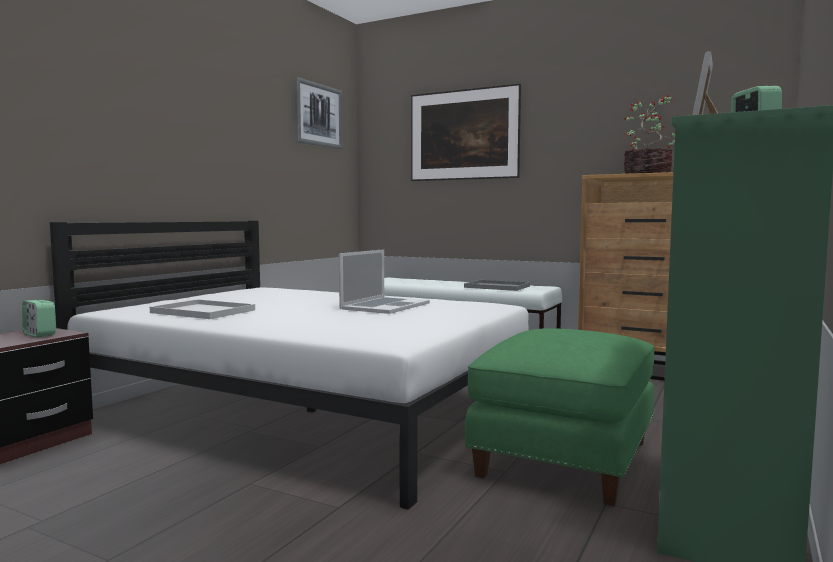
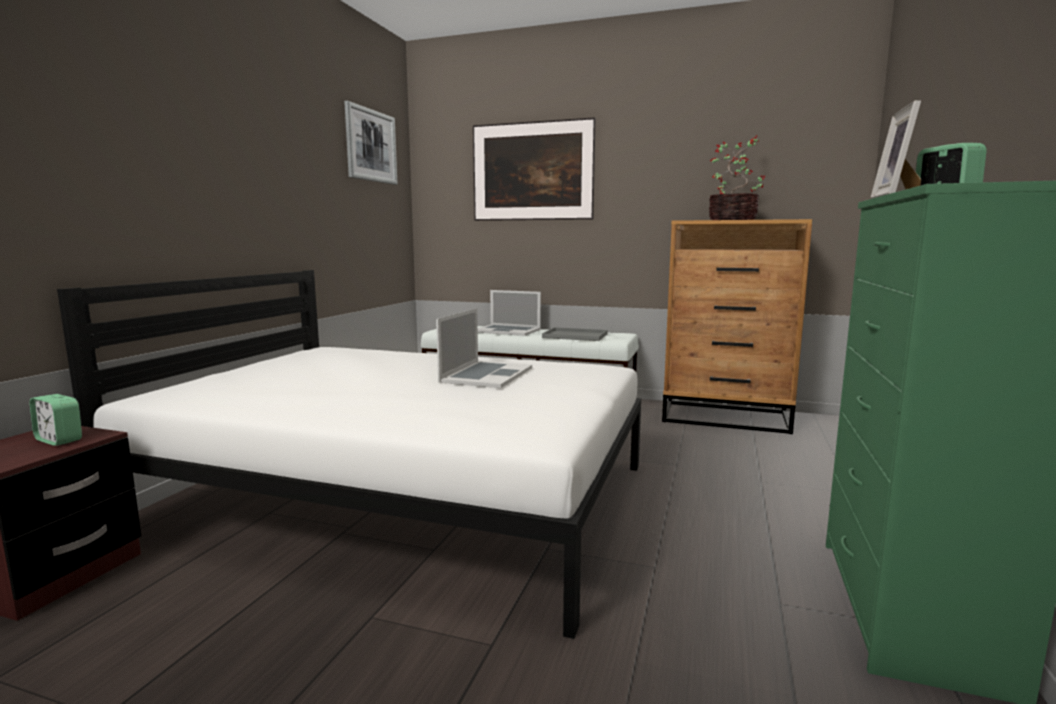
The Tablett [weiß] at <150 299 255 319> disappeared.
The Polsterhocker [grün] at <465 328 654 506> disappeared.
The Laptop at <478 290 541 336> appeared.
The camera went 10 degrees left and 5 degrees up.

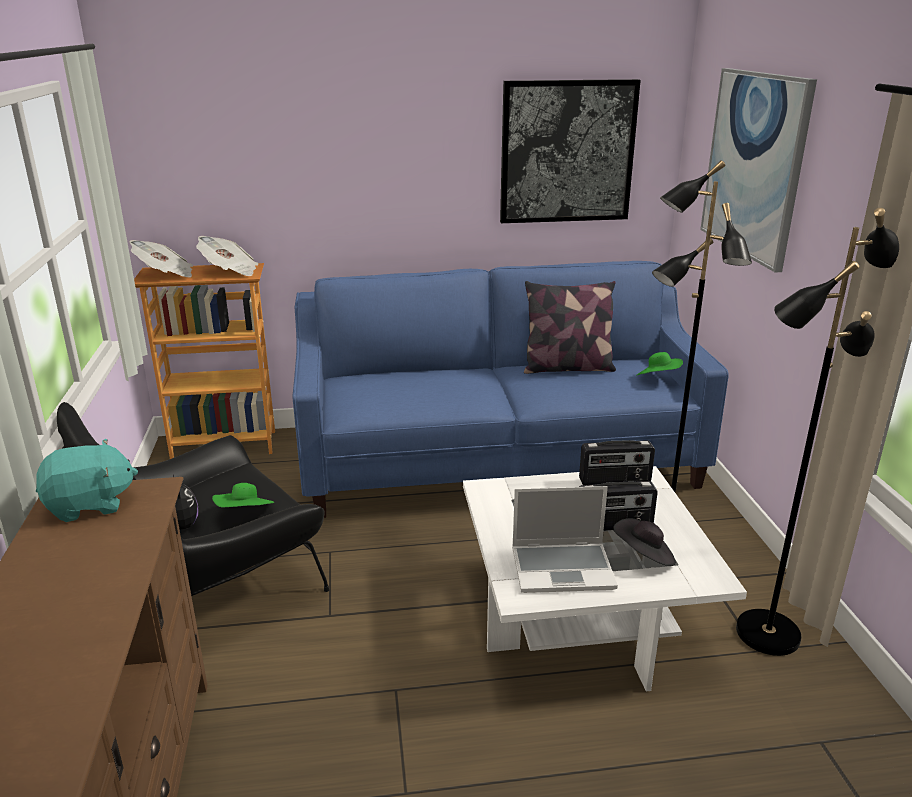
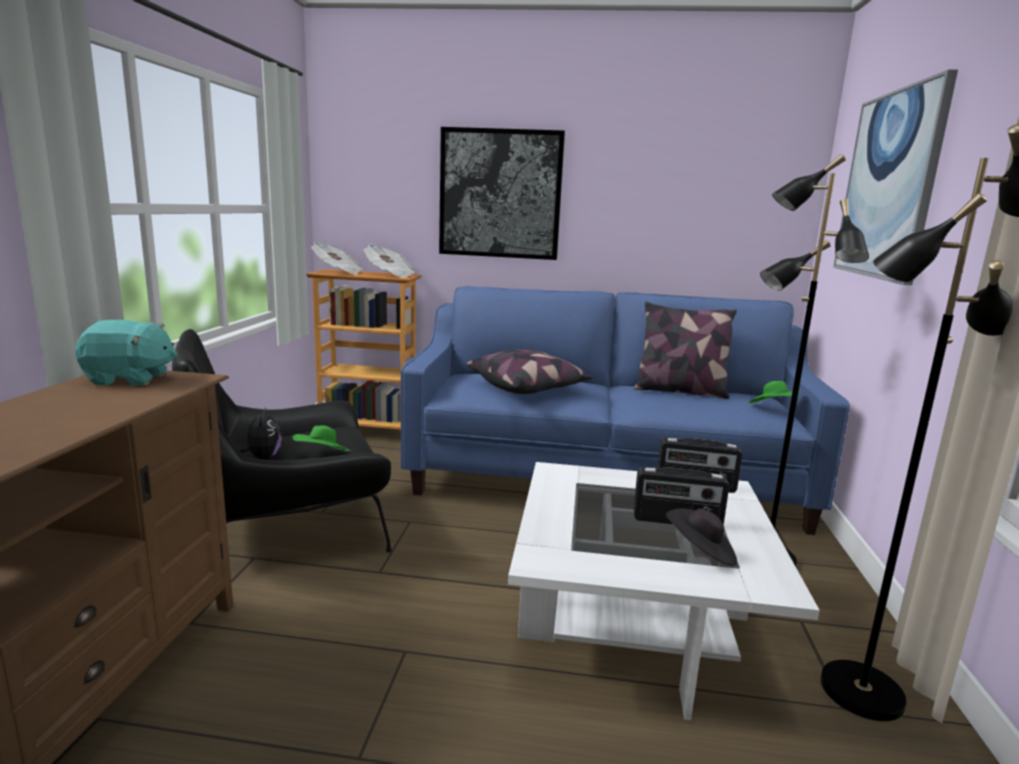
The Bild moved from <500 79 641 223> to <439 127 565 260>.
The Laptop at <512 486 618 593> disappeared.
The Kissen at <467 349 593 394> appeared.
The camera went 15 degrees right and 10 degrees down.

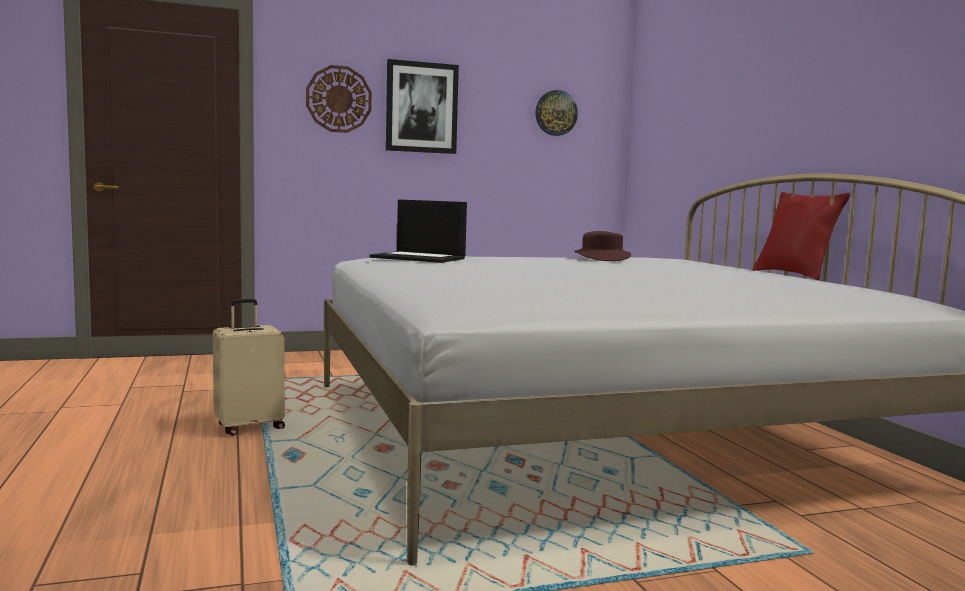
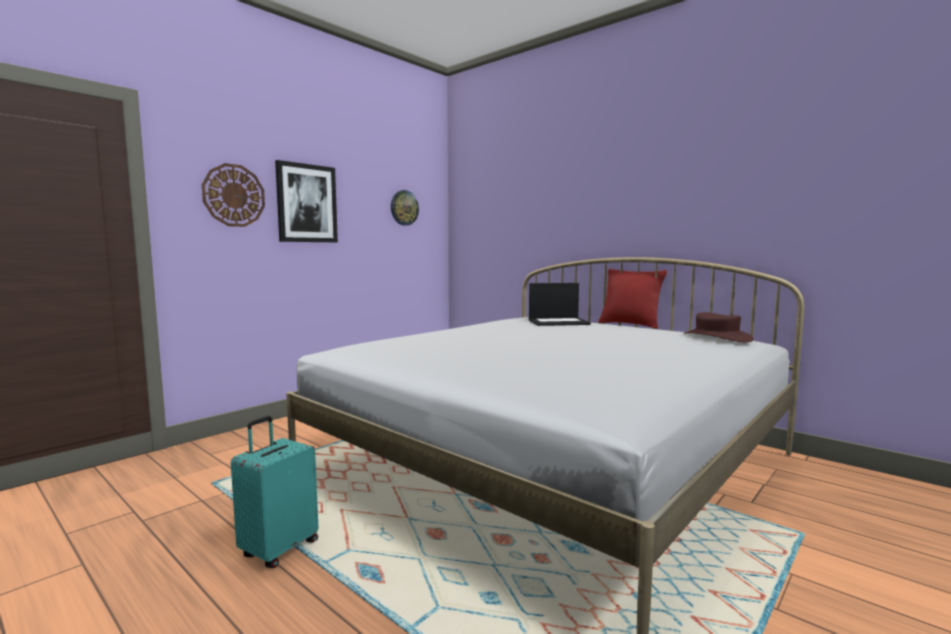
The Laptop moved from <370 199 467 263> to <529 283 591 326>.
The Hut [braun] moved from <575 231 631 261> to <684 312 754 342>.
The Koffer [beige] at <213 299 285 436> became the Koffer [türkis] at <231 416 318 568>.
The camera went 30 degrees left and 0 degrees up.

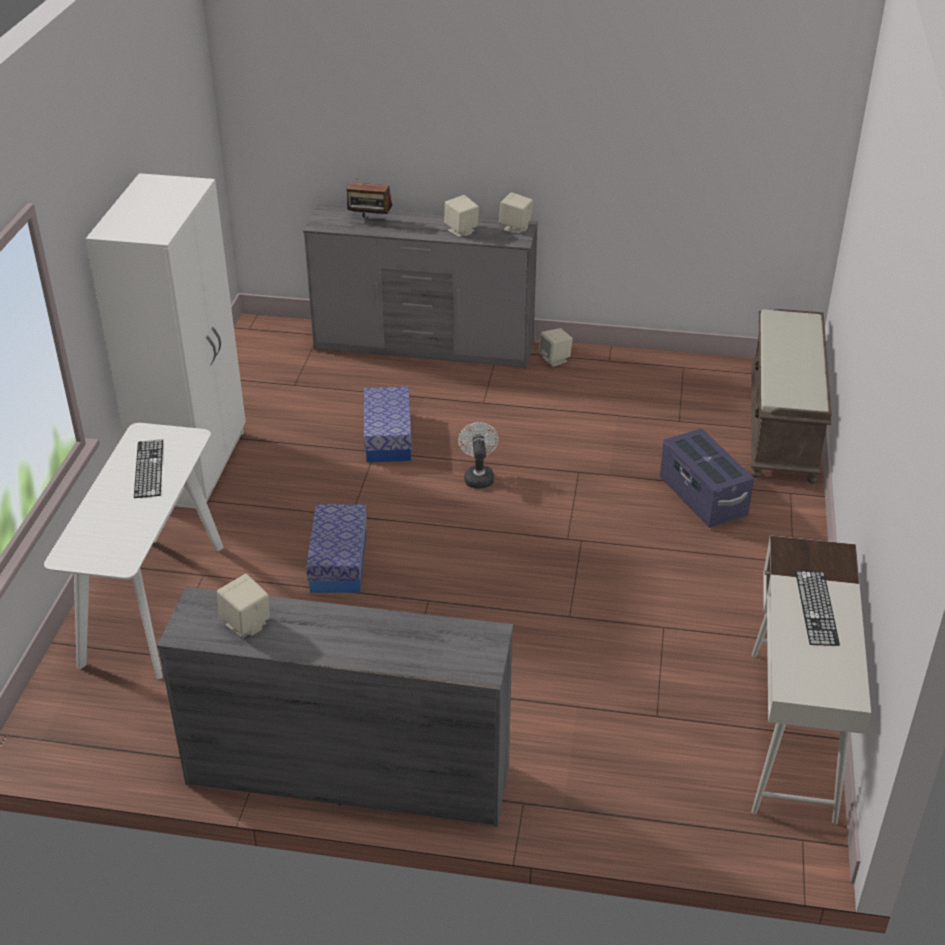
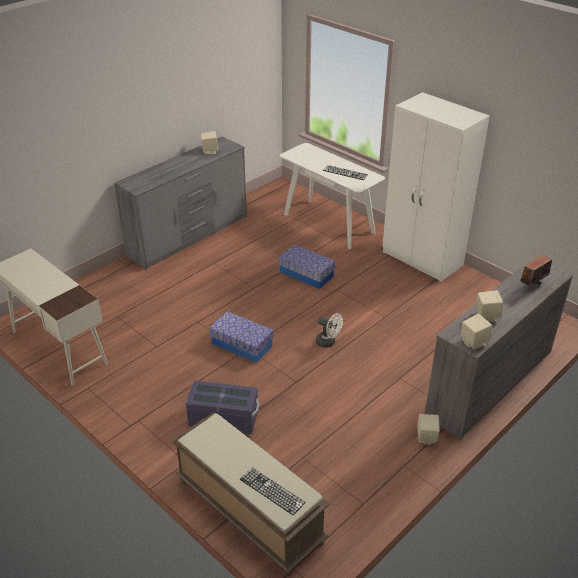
The Aufbewahrungsbox moved from <364 386 412 463> to <209 311 274 363>.
The Tastatur moved from <796 571 840 646> to <240 467 305 516>.
The camera went 125 degrees right and 0 degrees up.

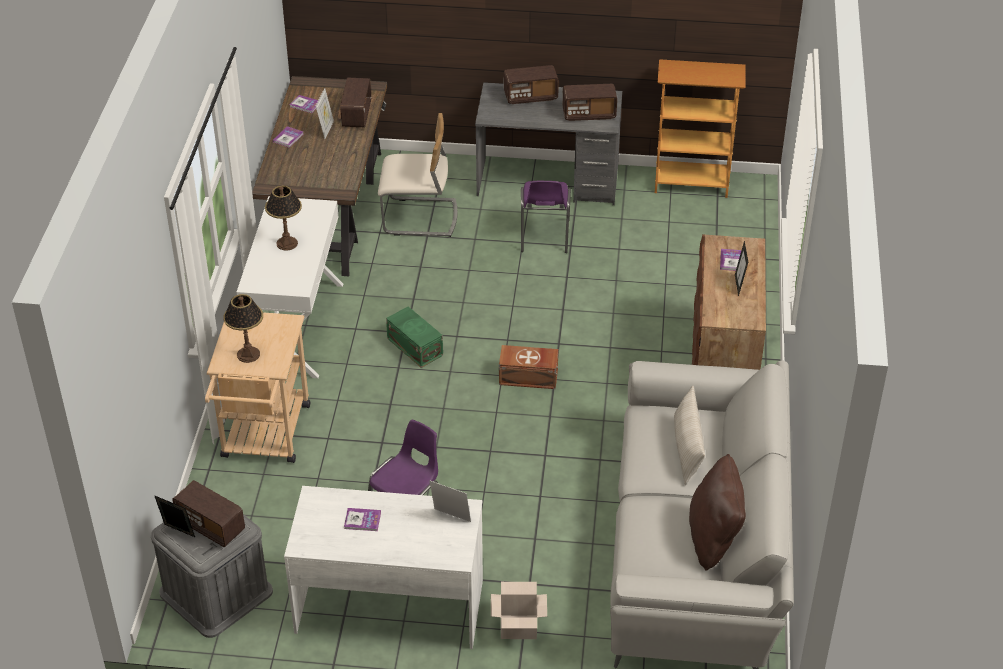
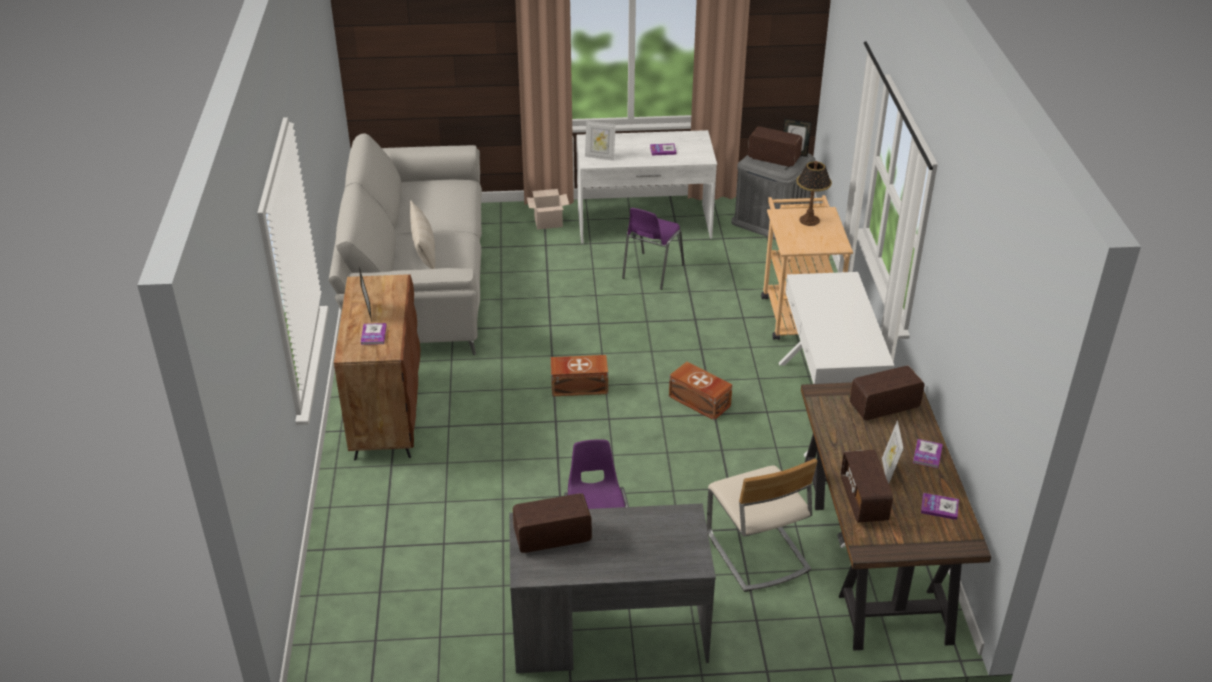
The Bücherregal at <655 59 746 198> disappeared.
The Radio moved from <504 65 559 104> to <850 365 925 420>.
The Stuhl [beige] at <378 113 457 237> turned 105 degrees counterclockwise.
The Tischlampe at <265 186 302 251> disappeared.
The Aufbewahrungsbox [grün] at <386 306 443 368> became the Aufbewahrungsbox [braun] at <669 362 733 420>.
The Kissen [braun] at <689 454 746 571> disappeared.
The camera went 170 degrees right and 5 degrees down.

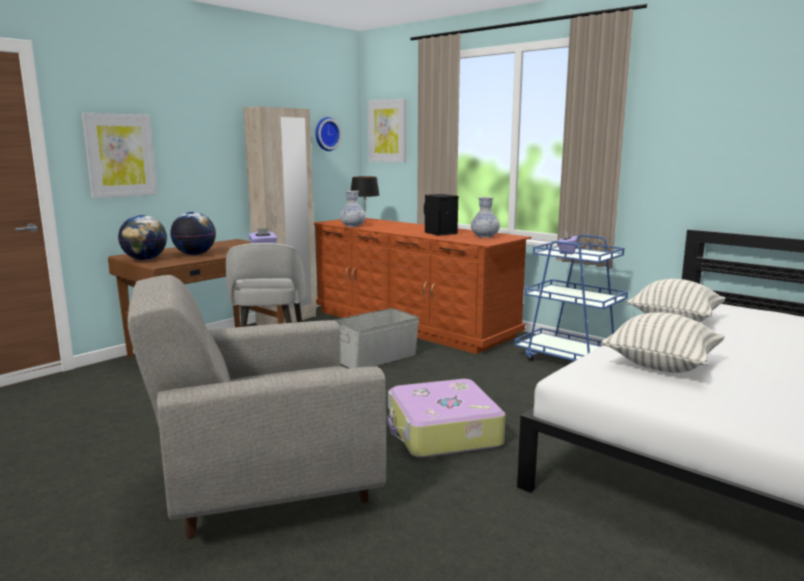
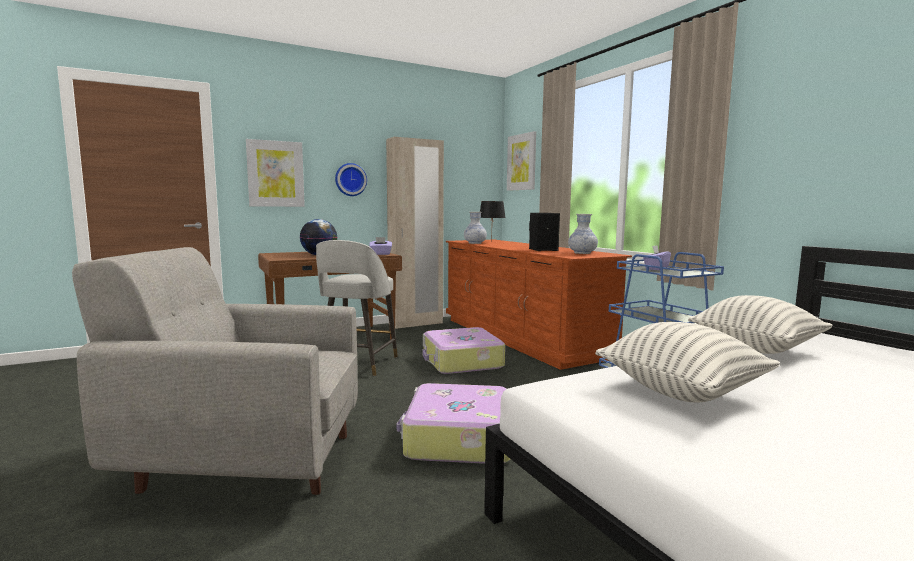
The Wanduhr moved from <315 117 342 151> to <335 163 367 196>.
The Globus at <118 215 167 260> disappeared.
The Aufbewahrungsbox [grau] at <335 308 419 368> was replaced by the Koffer at <422 327 505 374>.
The camera went 20 degrees right and 5 degrees down.

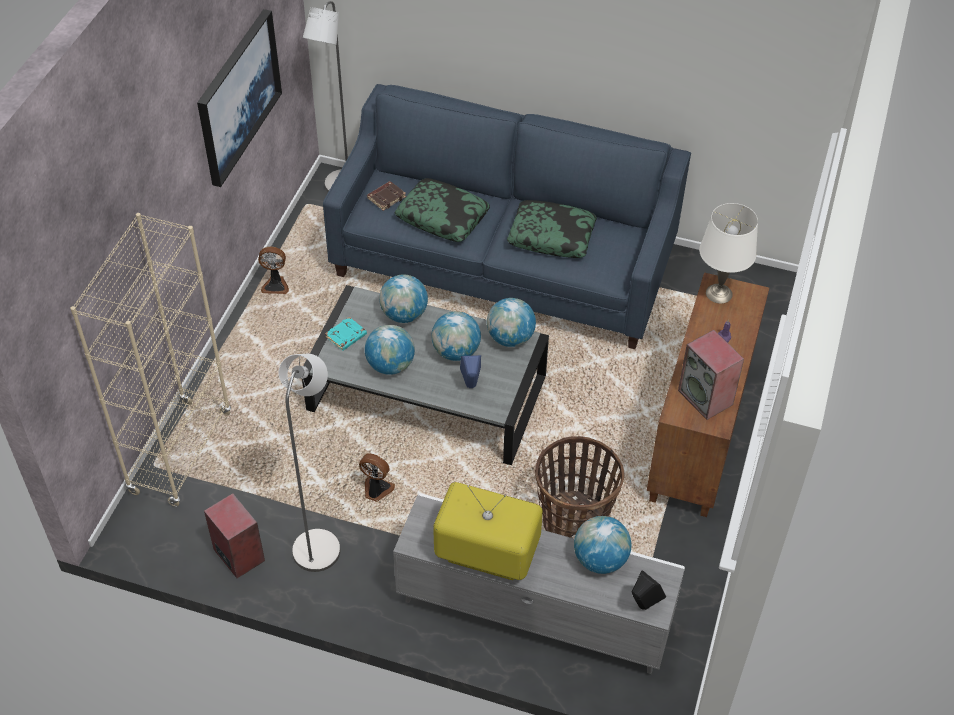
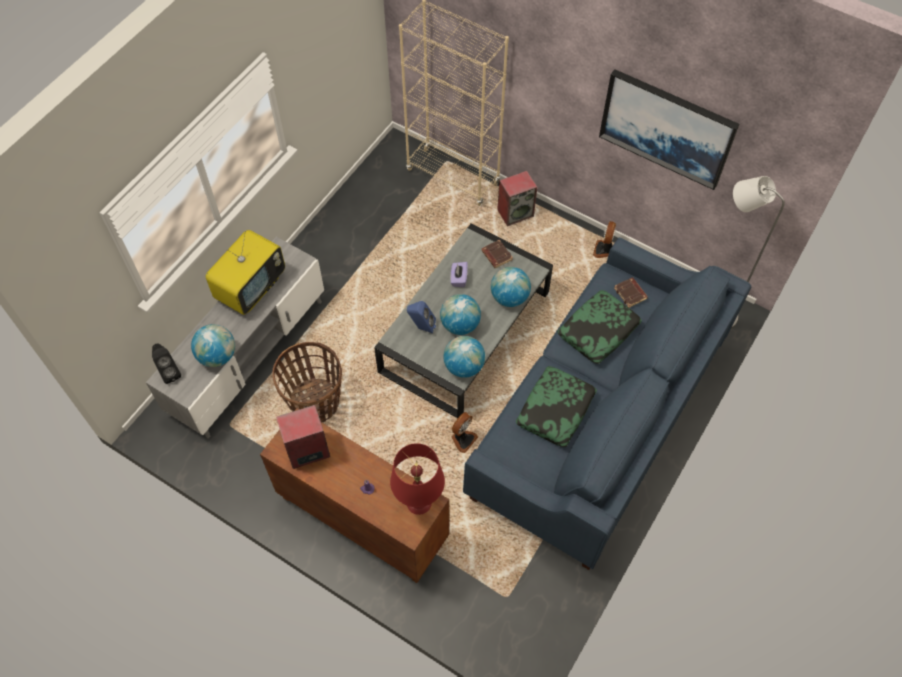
The Tischlampe [weiß] at <699 203 758 304> became the Tischlampe [rot] at <390 443 445 515>.
The Buch [türkis] at <325 317 367 351> became the Buch [braun] at <482 240 513 268>.
The Globus at <365 325 415 375> was replaced by the Taschentuchbox [lila] at <450 262 468 287>.
The Stehlampe [grau] at <279 354 341 572> disappeared.
The Ventilator moved from <359 453 395 502> to <451 412 478 453>.
The Lautsprecher moved from <204 493 265 578> to <497 171 537 226>.
The camera went 105 degrees right and 10 degrees up.

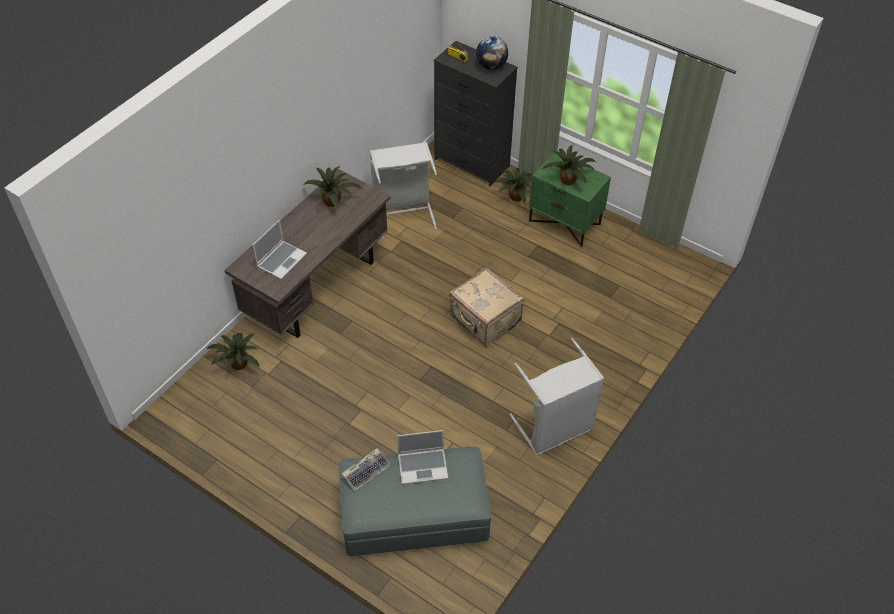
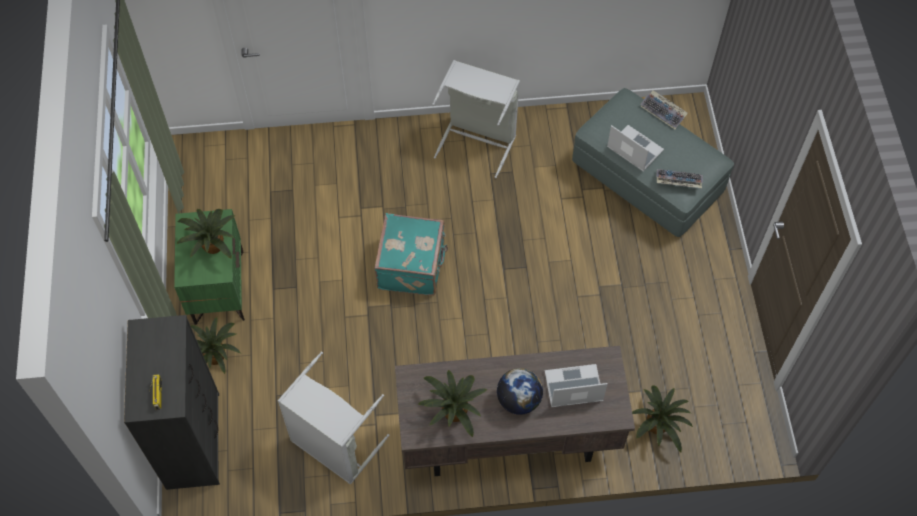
The Globus moved from <476 36 508 70> to <497 368 543 415>.
The Koffer [beige] at <449 268 524 347> became the Koffer [türkis] at <374 213 448 296>.
The Tastatur at <640 90 688 129> appeared.
The camera went 130 degrees left and 10 degrees up.

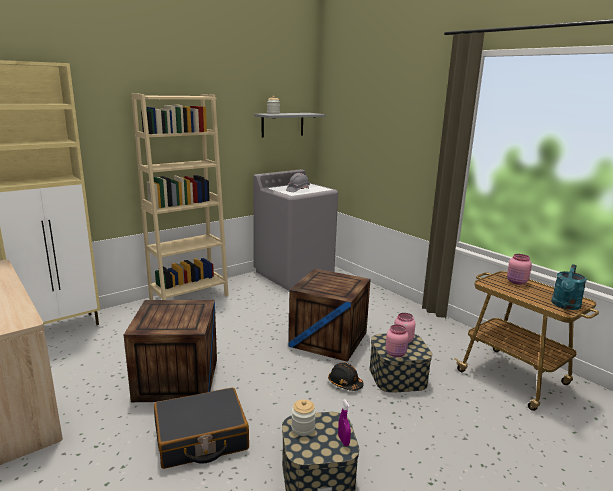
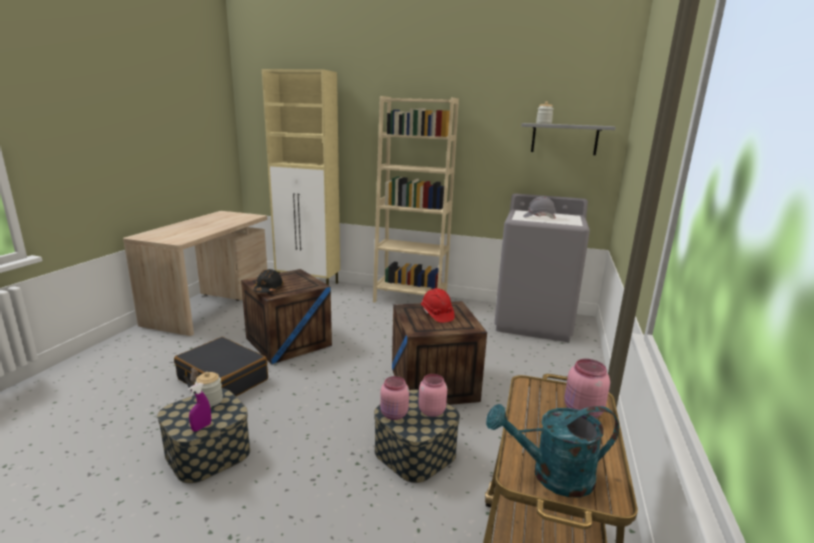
The Schutzhelm [schwarz] moved from <328 362 364 391> to <253 269 284 293>.
The Schutzhelm [rot] at <421 288 455 323> appeared.
The camera went 55 degrees right and 0 degrees up.

